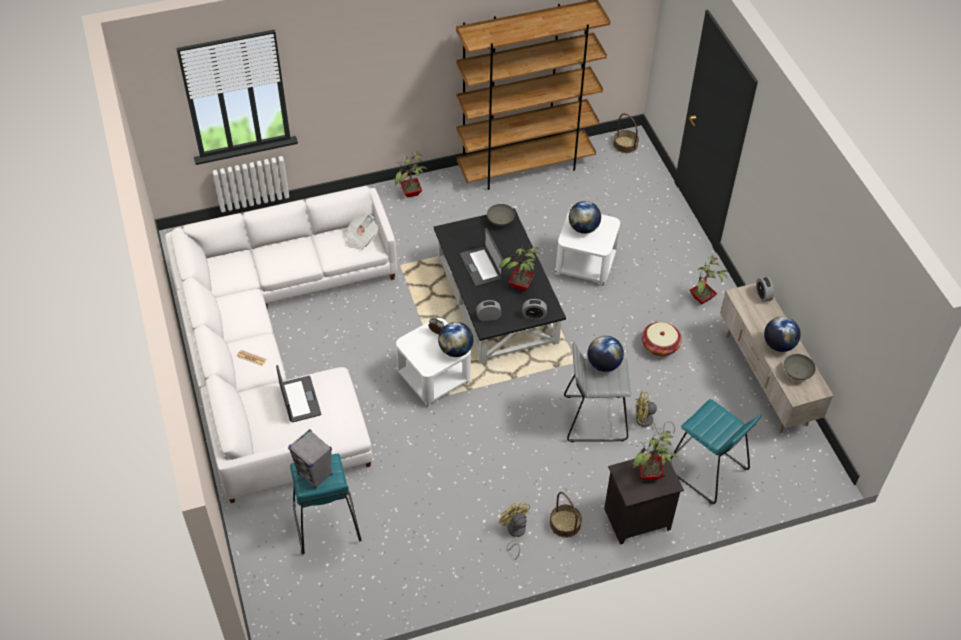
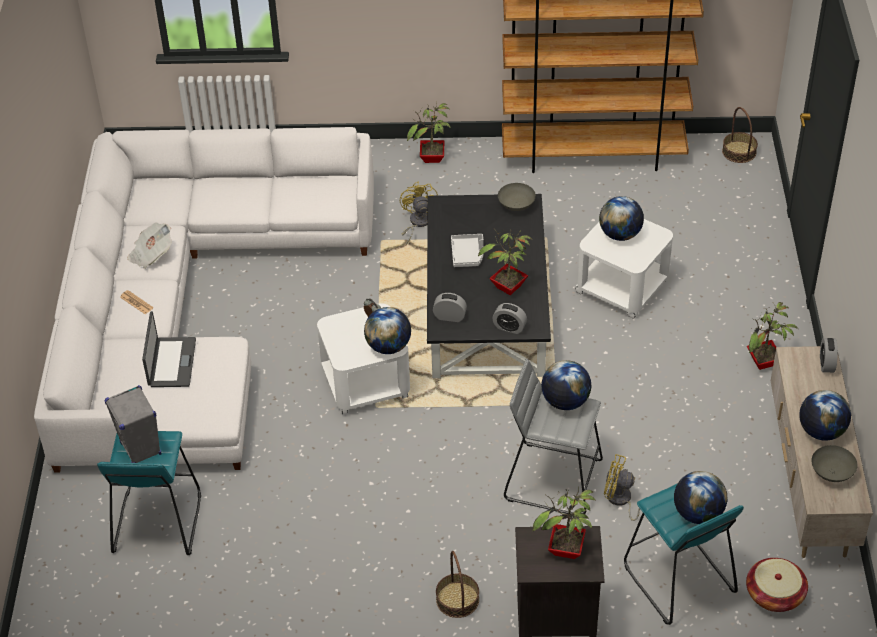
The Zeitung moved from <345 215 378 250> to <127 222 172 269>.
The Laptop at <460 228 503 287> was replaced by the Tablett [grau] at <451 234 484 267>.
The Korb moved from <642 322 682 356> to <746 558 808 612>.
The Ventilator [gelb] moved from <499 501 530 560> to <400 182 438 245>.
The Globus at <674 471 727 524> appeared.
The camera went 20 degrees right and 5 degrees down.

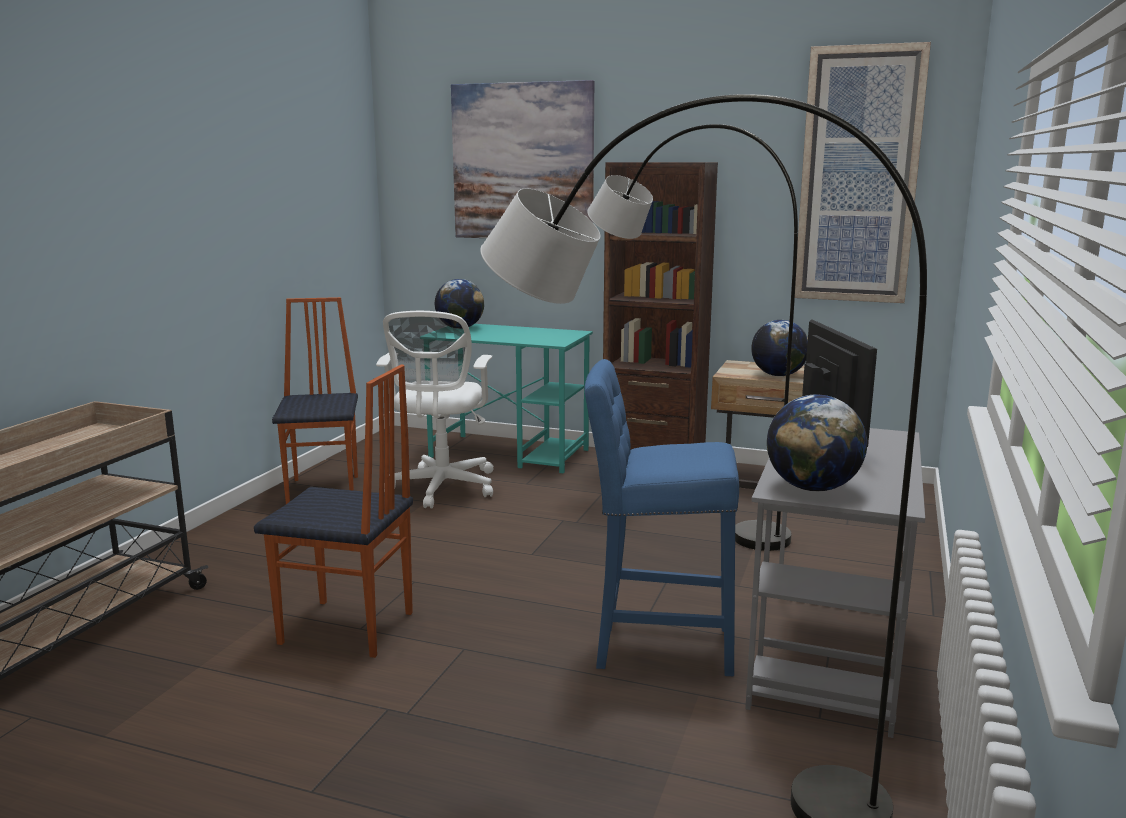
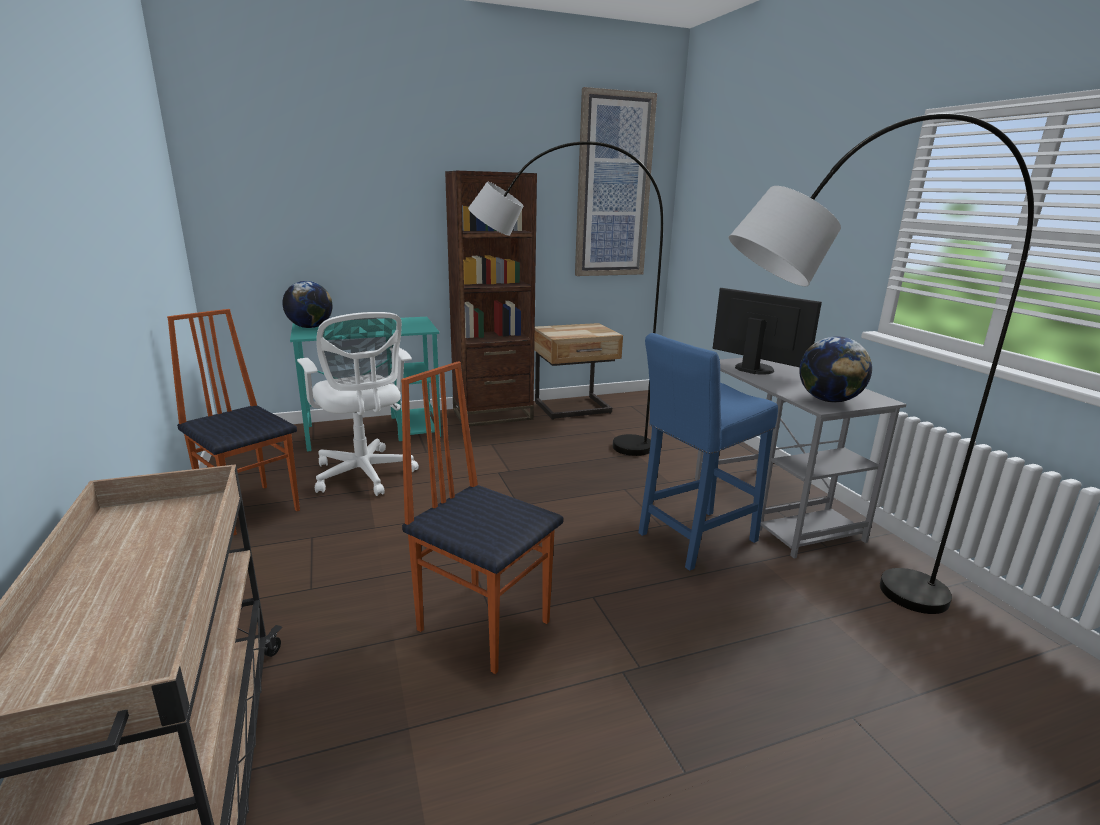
The Bild at <451 80 594 238> disappeared.
The Globus at <751 320 808 376> disappeared.
The Stuhl at <254 365 413 658> turned 120 degrees counterclockwise.
The camera went 40 degrees left and 5 degrees up.

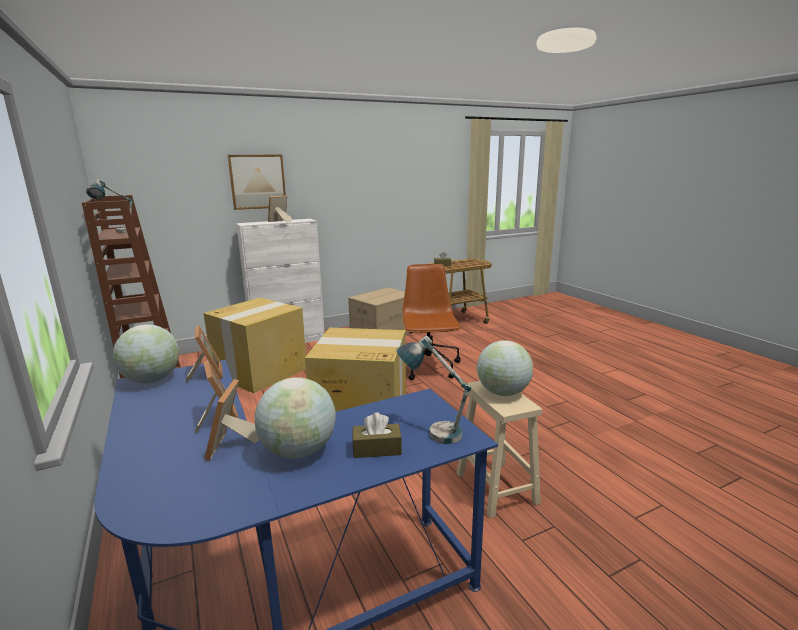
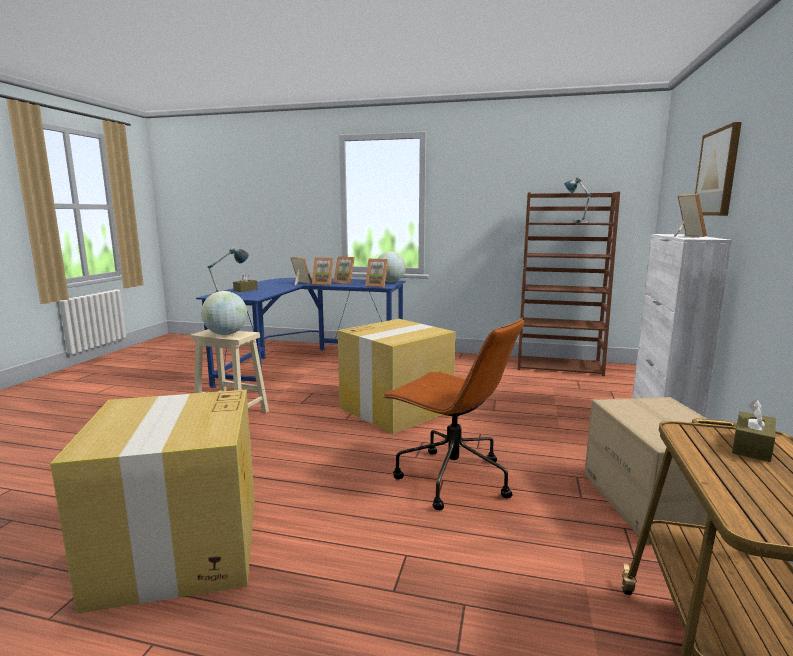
The Karton moved from <204 298 306 393> to <50 389 255 614>.
The Globus at <255 377 336 459> disappeared.
The Bilderrahmen at <333 256 355 284> appeared.
The camera went 130 degrees right and 5 degrees down.

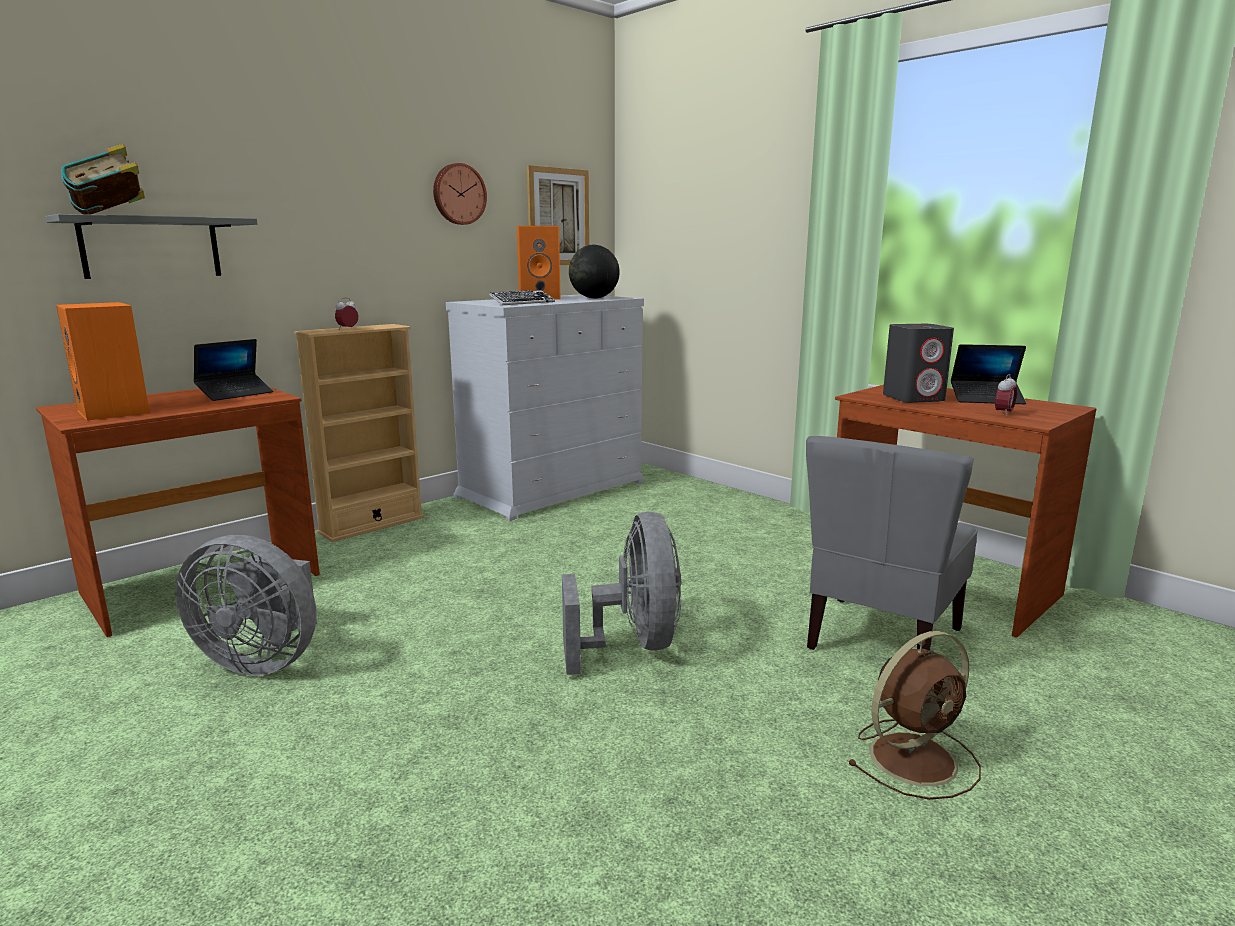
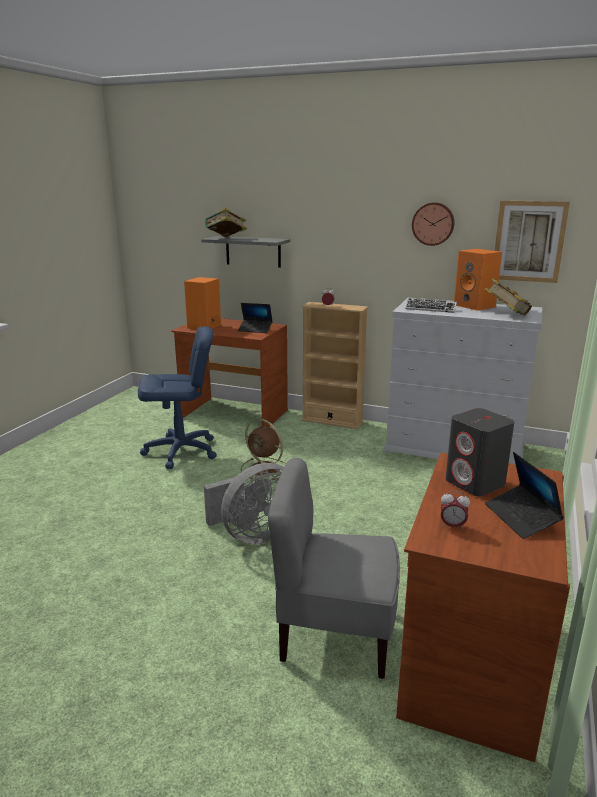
The Globus at <569 245 620 298> was replaced by the Buch at <484 278 532 316>.
The Ventilator [grau] at <175 535 317 676> was replaced by the Bürostuhl [blau] at <138 326 217 469>.
The Ventilator [braun] moved from <848 631 981 800> to <241 419 286 480>.
The camera went 65 degrees right and 5 degrees up.

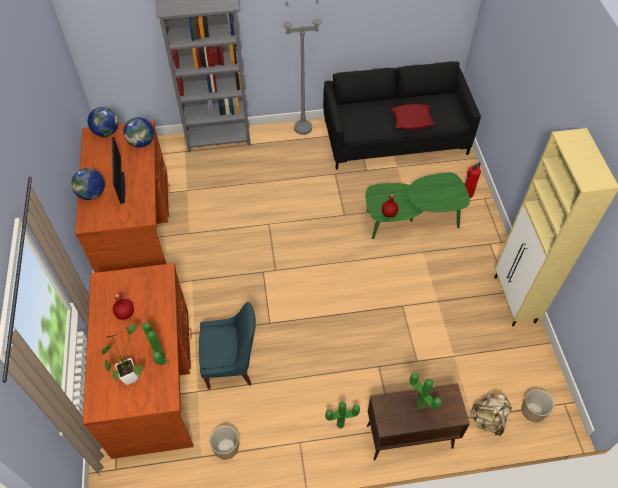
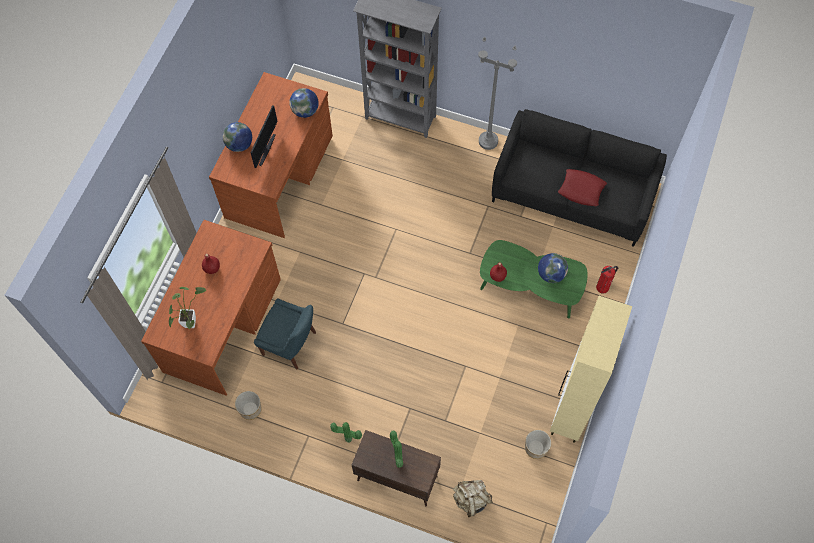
The Globus moved from <88 107 118 137> to <538 253 568 283>.
The Topfpflanze at <143 322 167 365> disappeared.
The Pflanzkübel moved from <521 389 554 422> to <525 430 551 459>.
The camera went 30 degrees right and 10 degrees up.

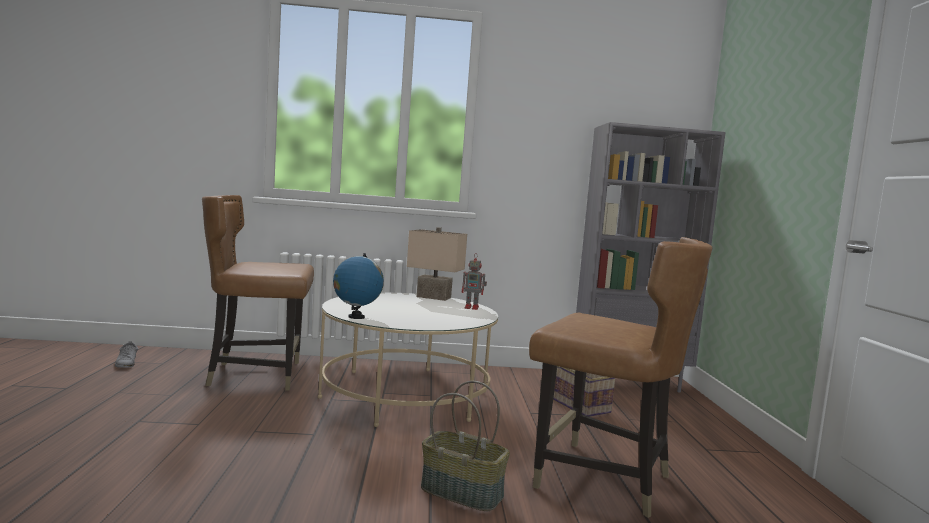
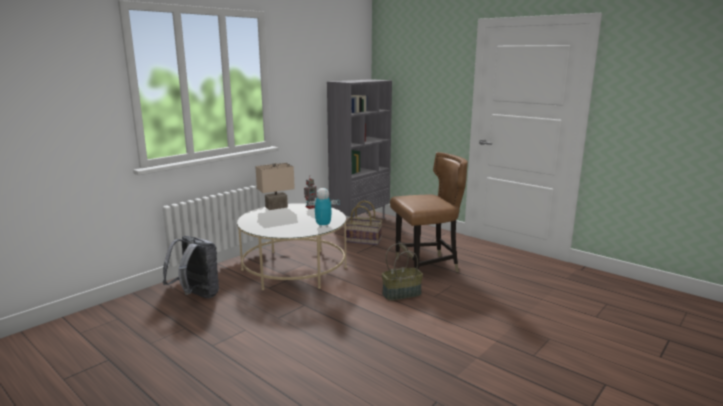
The Stuhl [braun] at <202 195 314 391> was replaced by the Rucksack [grau] at <163 236 219 298>.
The Globus at <333 253 384 319> disappeared.
The Schuh [grau] at <115 341 138 368> disappeared.
The Spielzeugroboter at <306 188 340 228> appeared.
The camera went 45 degrees left and 10 degrees up.

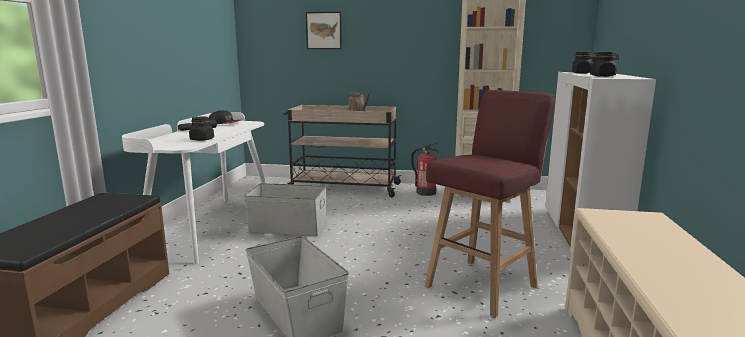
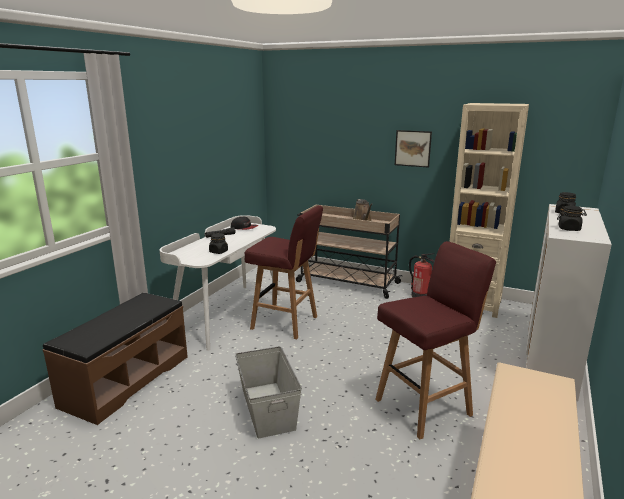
The Bild moved from <306 12 342 49> to <395 130 432 168>.
The Aufbewahrungsbox [grau] at <244 183 326 236> was replaced by the Hocker [rot] at <245 205 323 339>.
The camera went 15 degrees right and 5 degrees up.

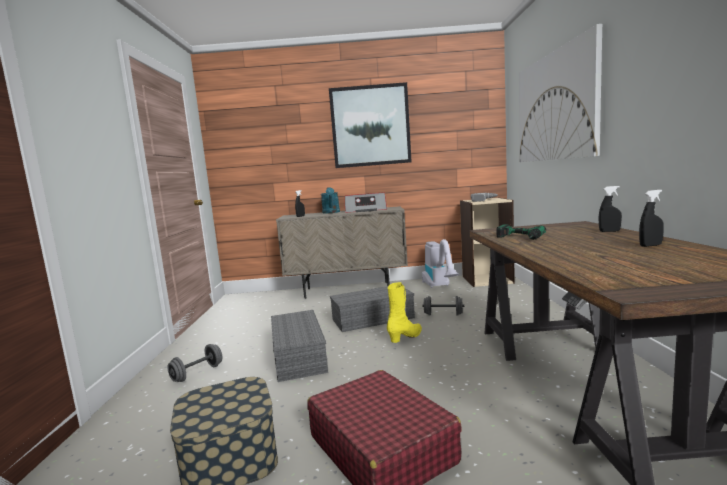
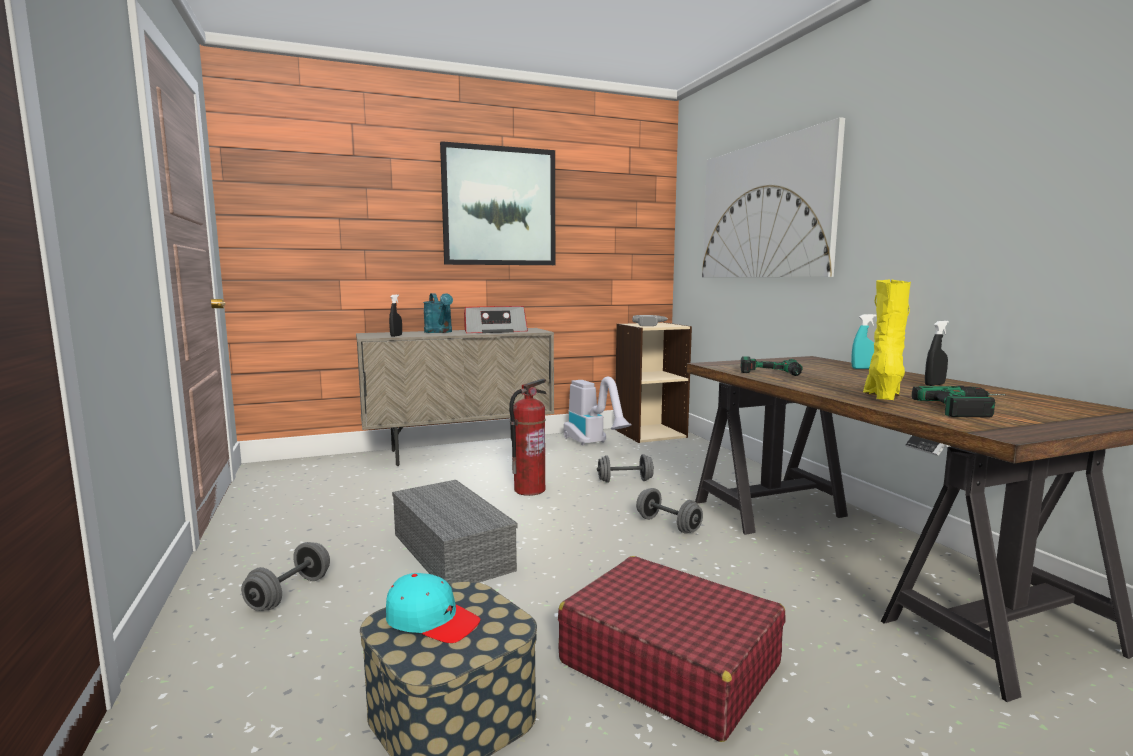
The Sprühflasche [schwarz] at <598 186 622 232> became the Sprühflasche [türkis] at <851 314 877 369>.
The Stiefel [gelb] moved from <387 282 422 343> to <863 279 911 400>.
The Aufbewahrungsbox [grau] at <330 286 415 332> was replaced by the Feuerlöscher at <509 379 546 496>.
The Bohrmaschine at <912 386 1006 418> appeared.
The Hantel [grau] at <636 488 703 534> appeared.
The Kappe [türkis] at <386 573 481 643> appeared.
The camera went 20 degrees left and 0 degrees up.

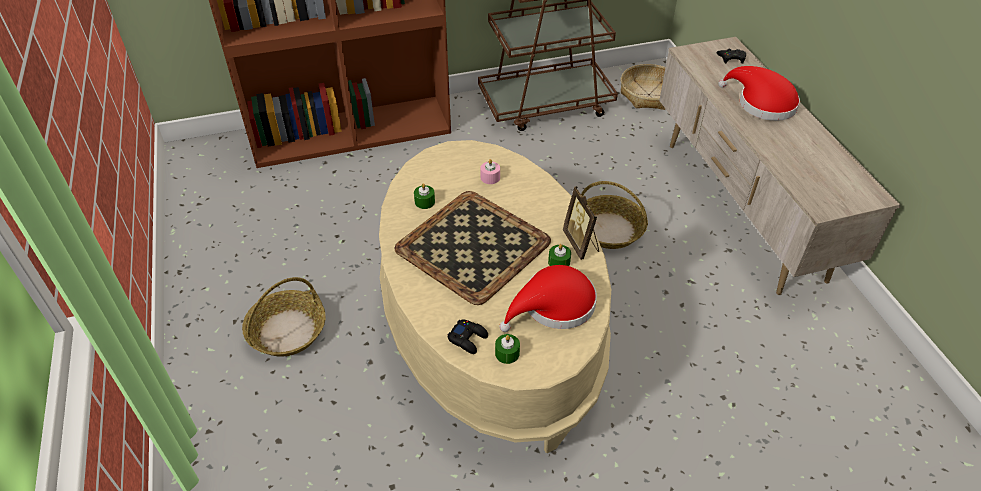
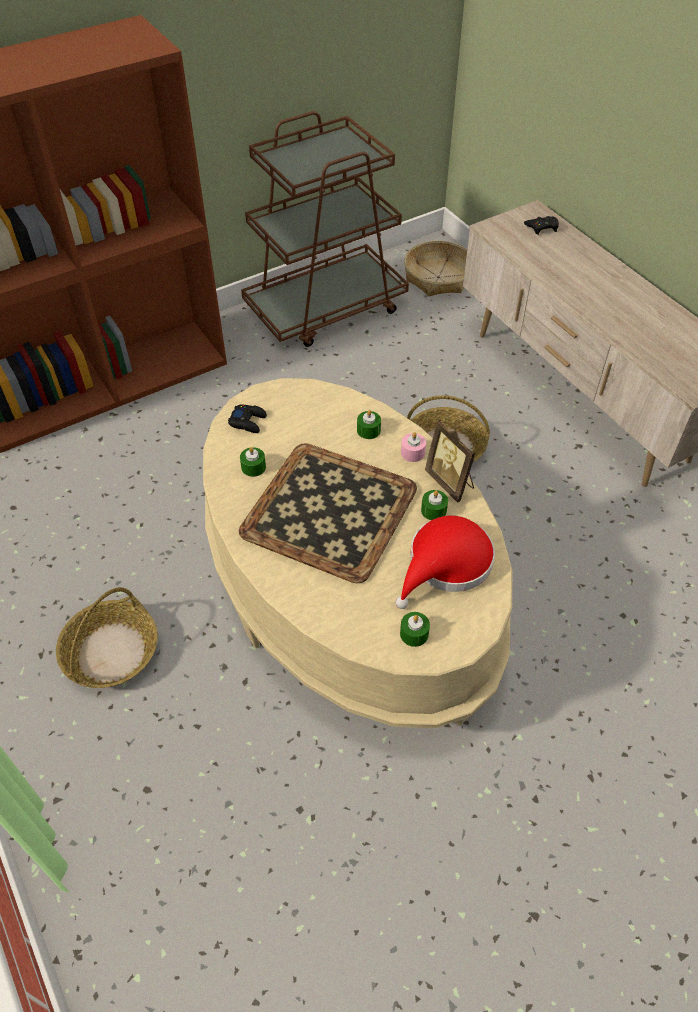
The Hut [rot] at <718 66 800 121> disappeared.
The Kerze [rosa] moved from <480 159 500 184> to <401 432 426 462>.
The Gamepad [schwarz] moved from <448 319 488 354> to <228 405 267 433>.
The Kerze [grün] at <357 410 381 439> appeared.
The camera went 15 degrees left and 5 degrees up.

